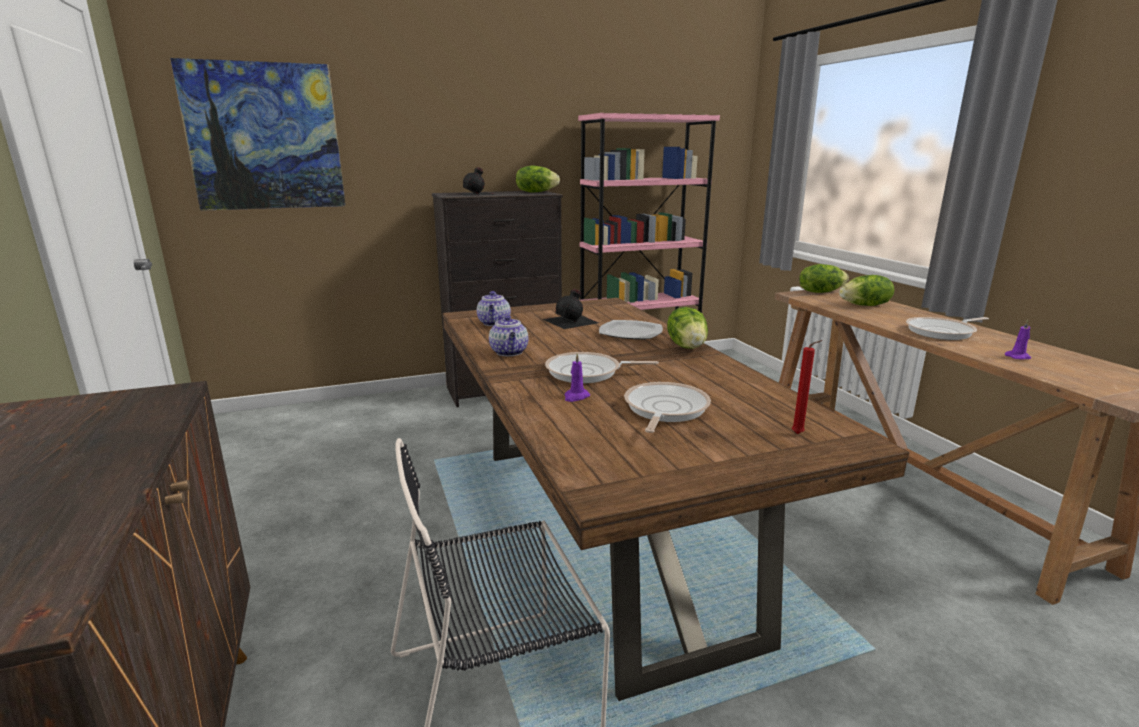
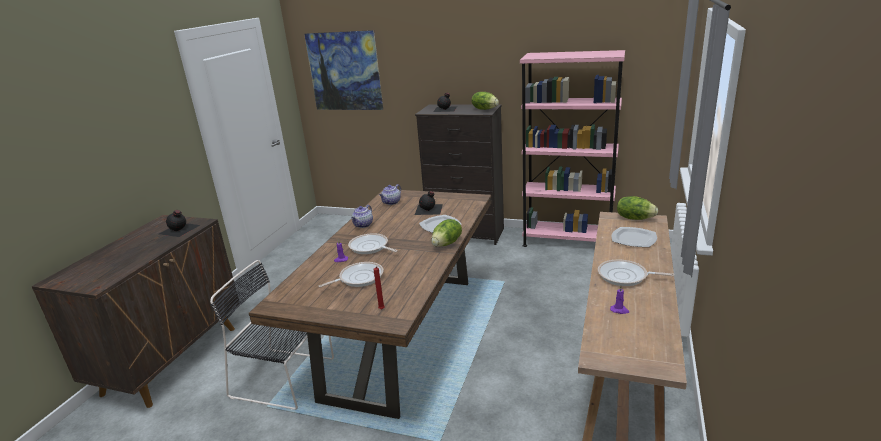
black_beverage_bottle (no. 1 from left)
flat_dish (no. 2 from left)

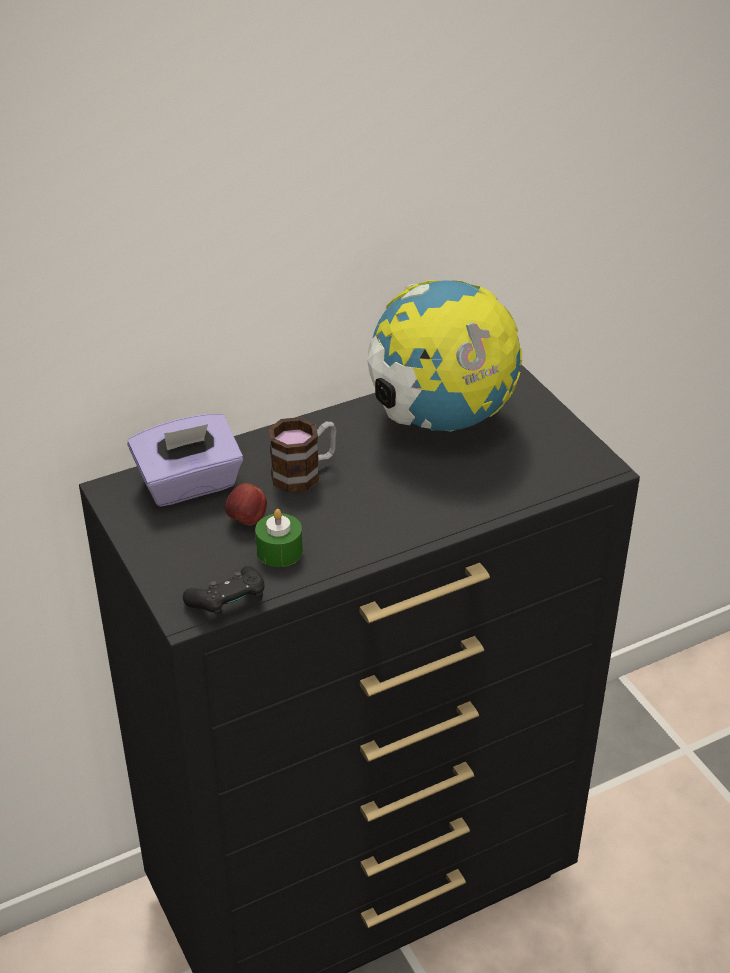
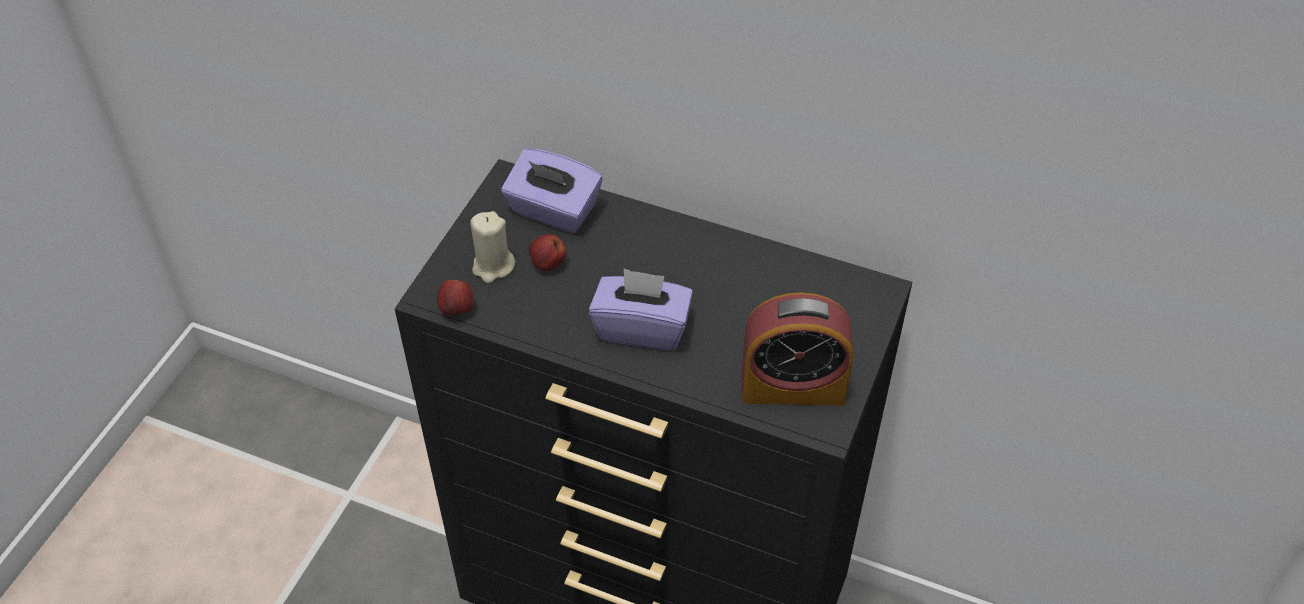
greenish_wax_candle
tea_mug
world_globe
sand-coloured_wax_candle
purple-coloured_tissue_holder (no. 2 from left)
alarm_clock
apple (no. 1 from left)

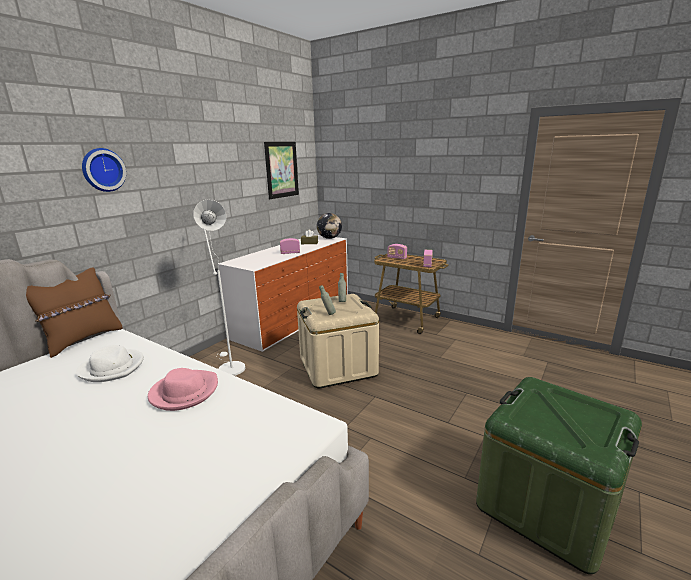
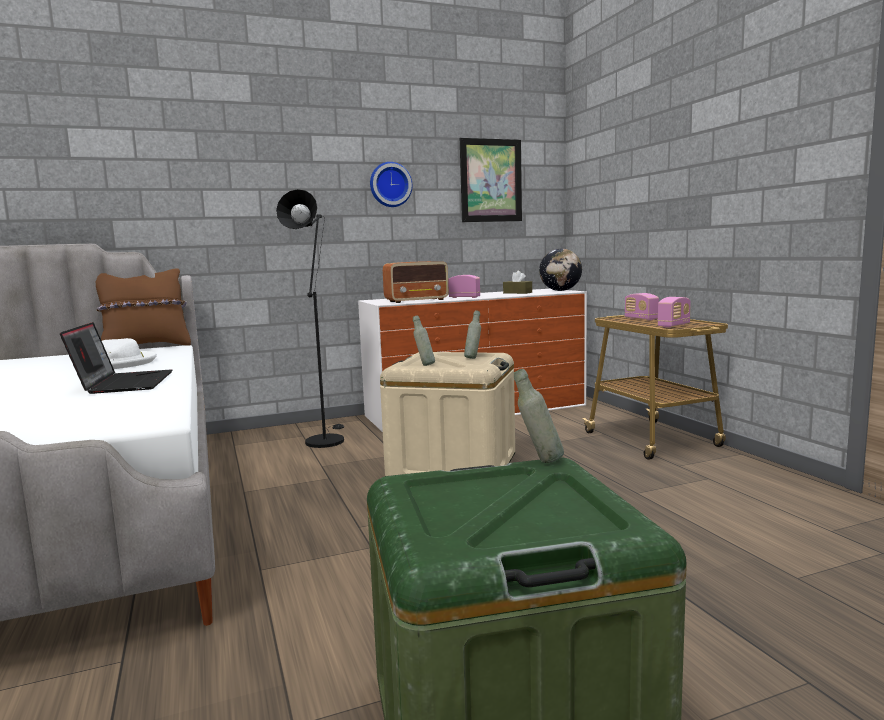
radio_receiver (no. 1 from left)
grey_beverage_bottle (no. 3 from left)
hanging_clock
laptop
black_floor_lamp

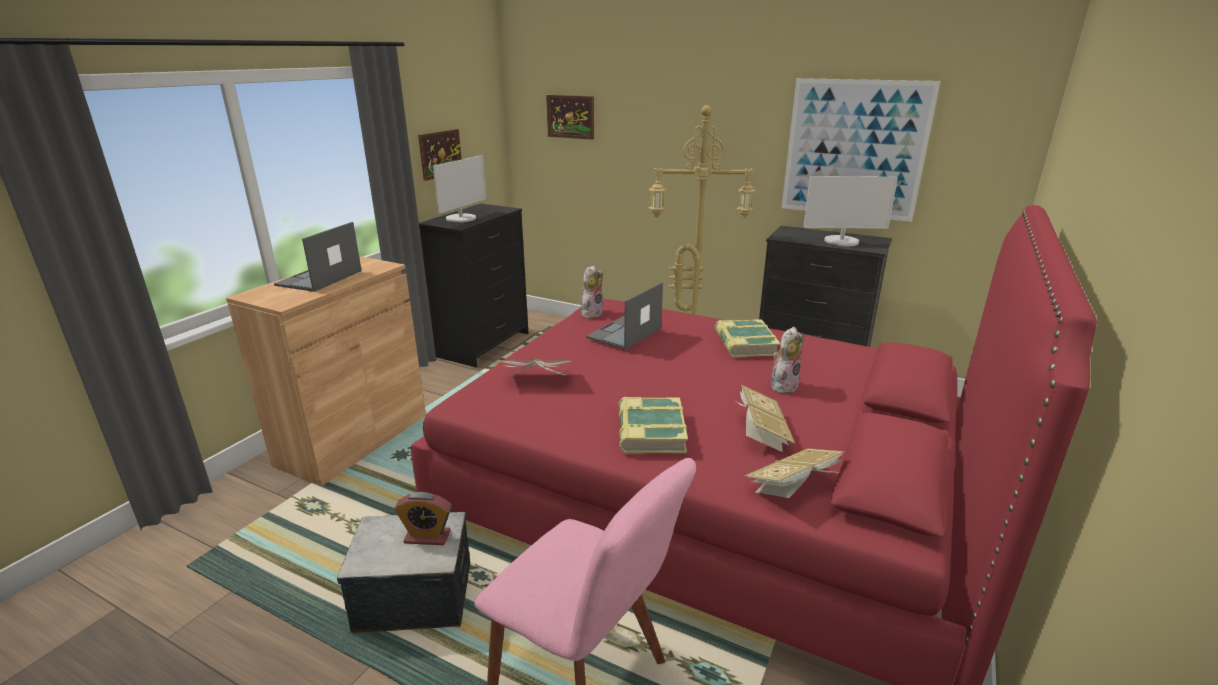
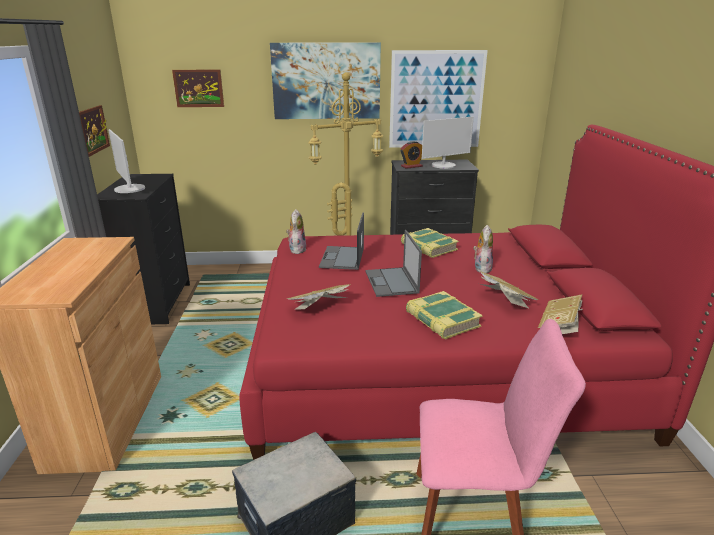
wall_art (no. 3 from left)
laptop (no. 2 from left)
alarm_clock
computer_screen (no. 1 from left)

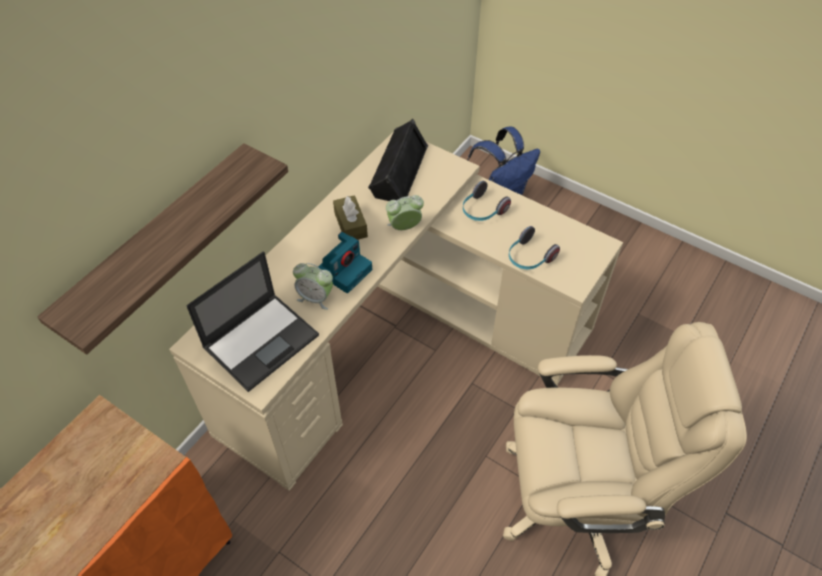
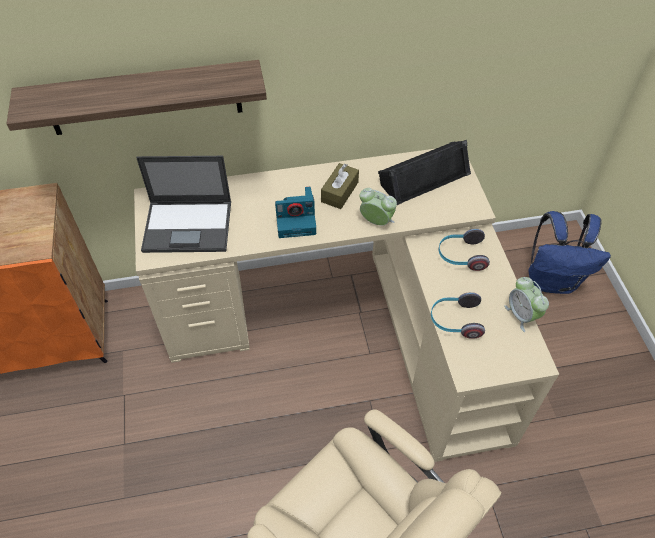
alarm_clock (no. 2 from left)

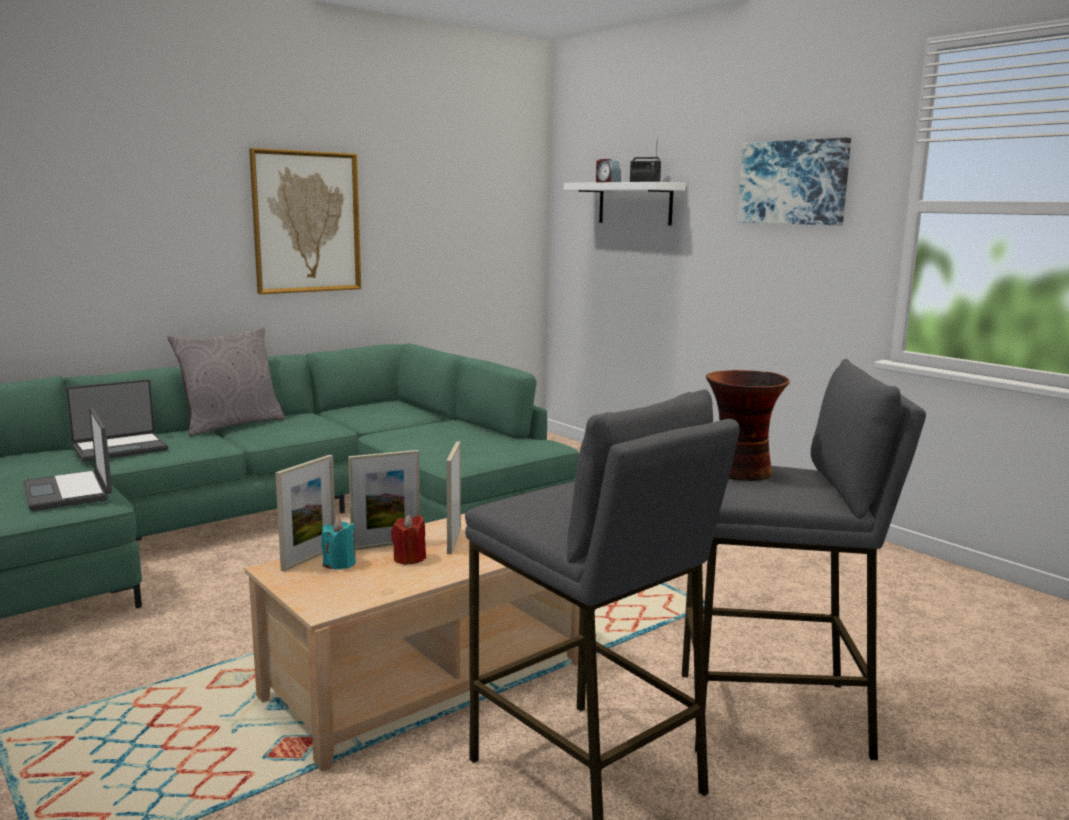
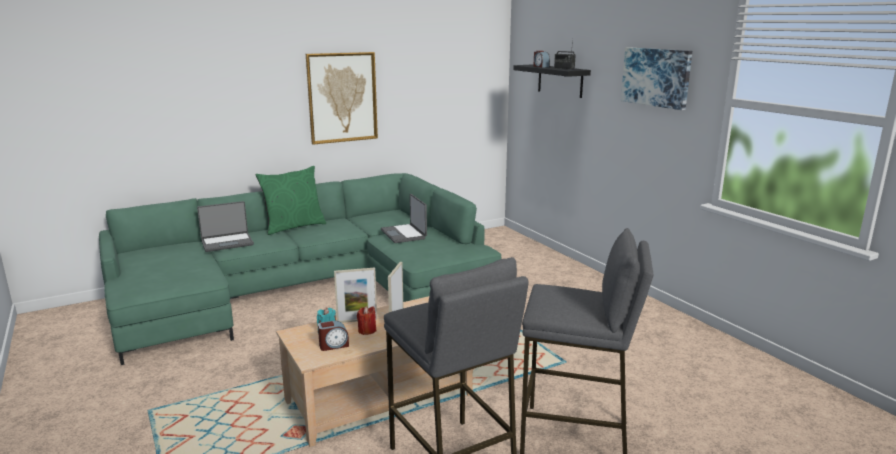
photo_frame (no. 1 from left in the first image)
flower_vase
alarm_clock (no. 1 from left)
laptop (no. 2 from left)
greenish_pillow
black_wall_shelf

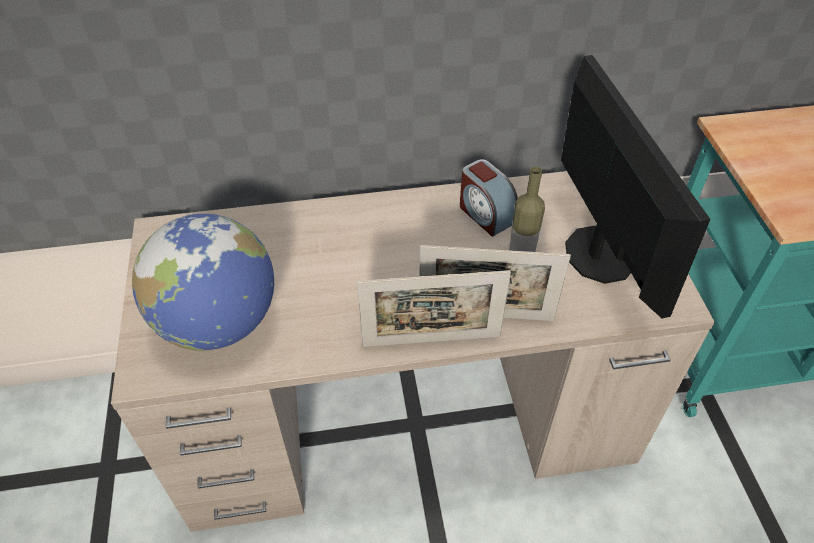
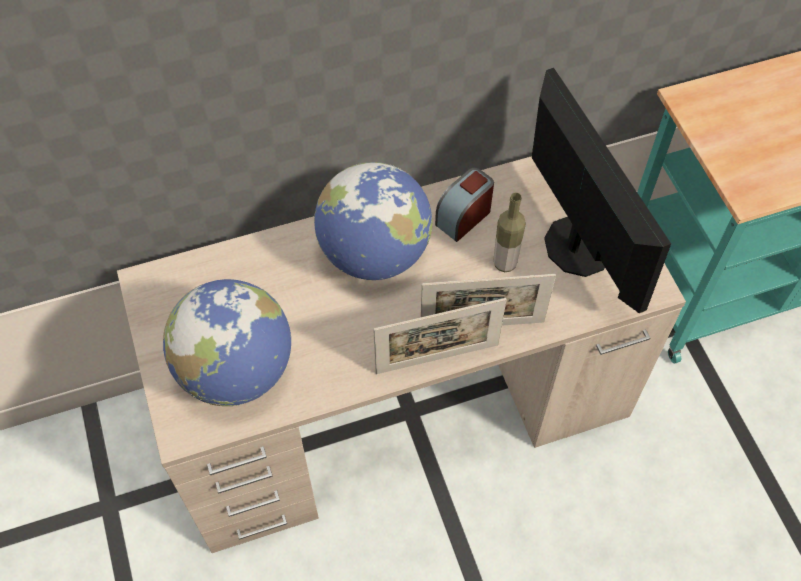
world_globe (no. 2 from left)
alarm_clock

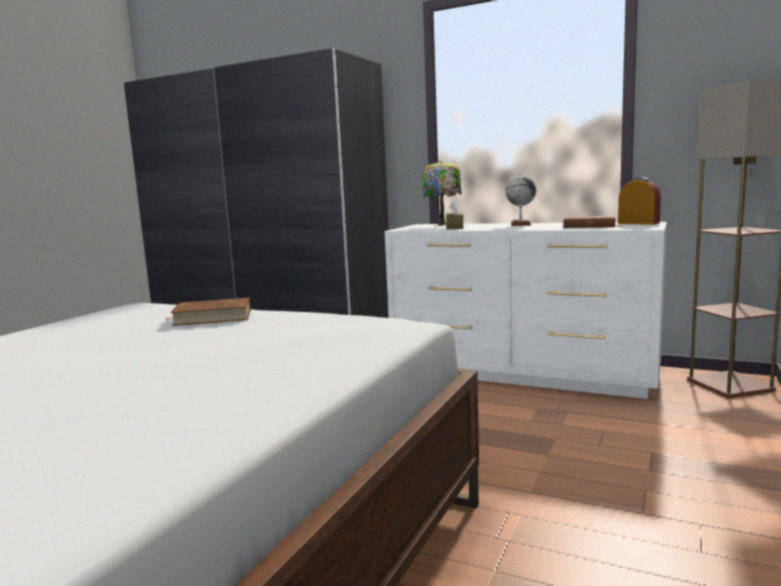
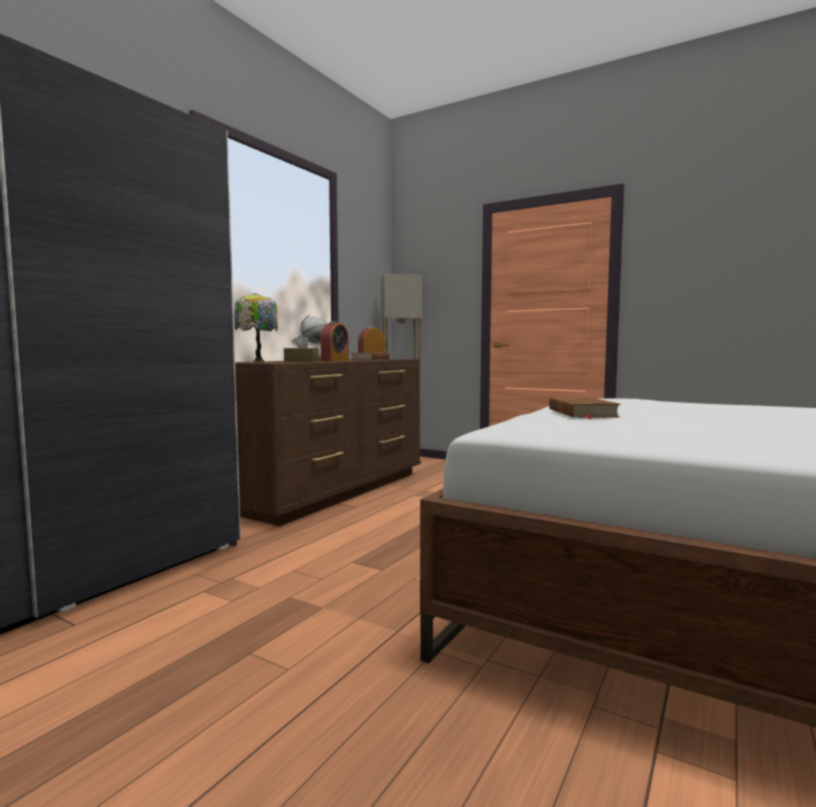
alarm_clock (no. 1 from left)
brown-coloured_drawer_chest

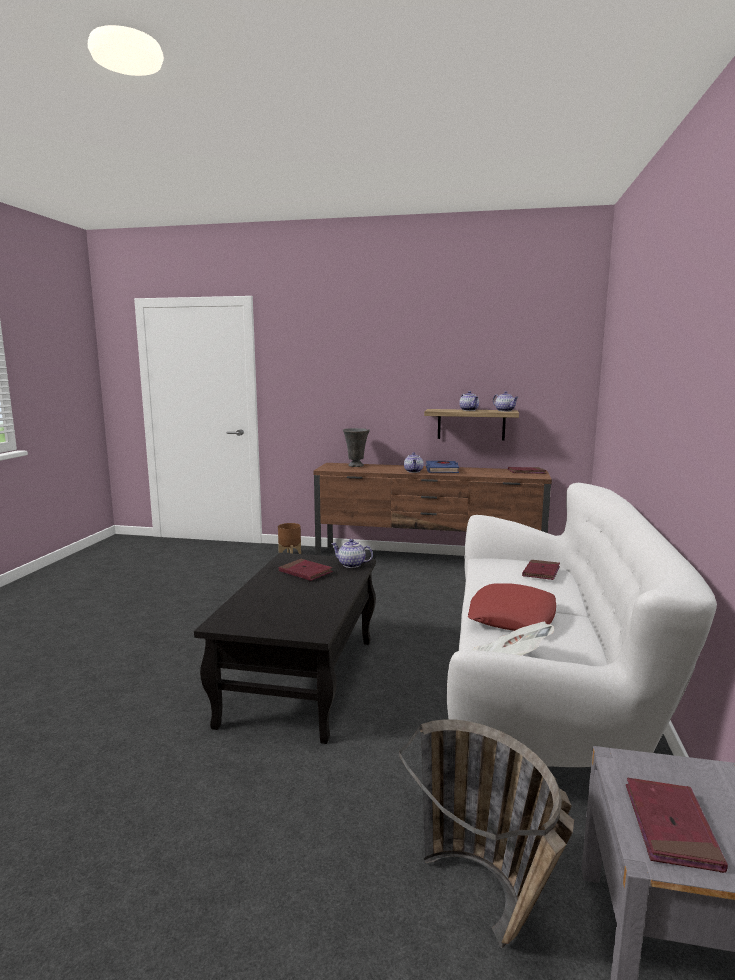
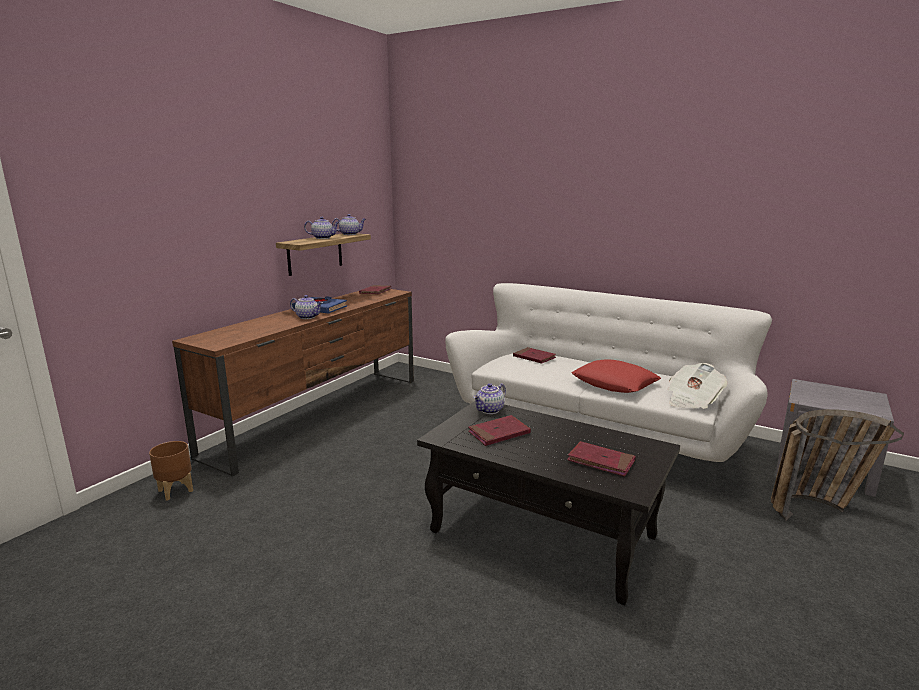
grey_flower_vase
red_book (no. 4 from left)

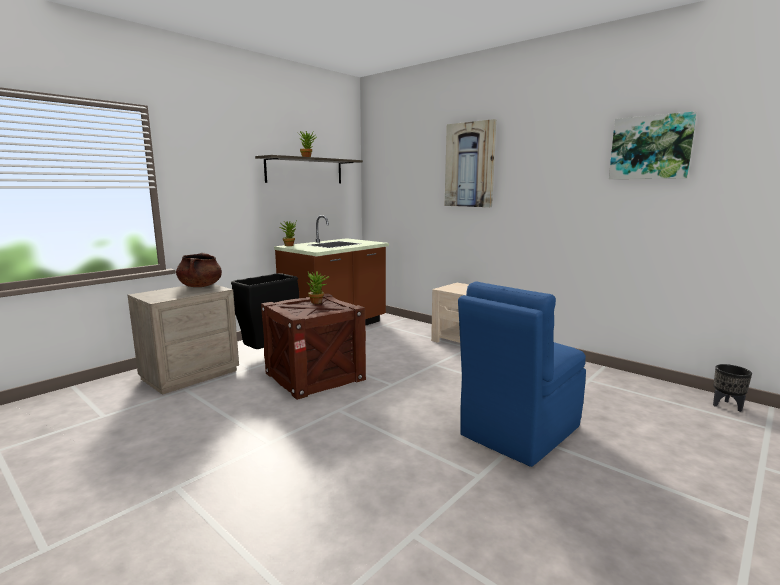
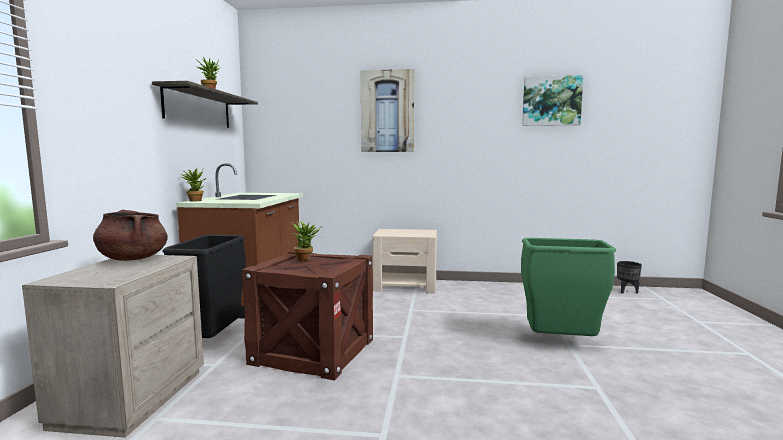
greenish_waste_bin

